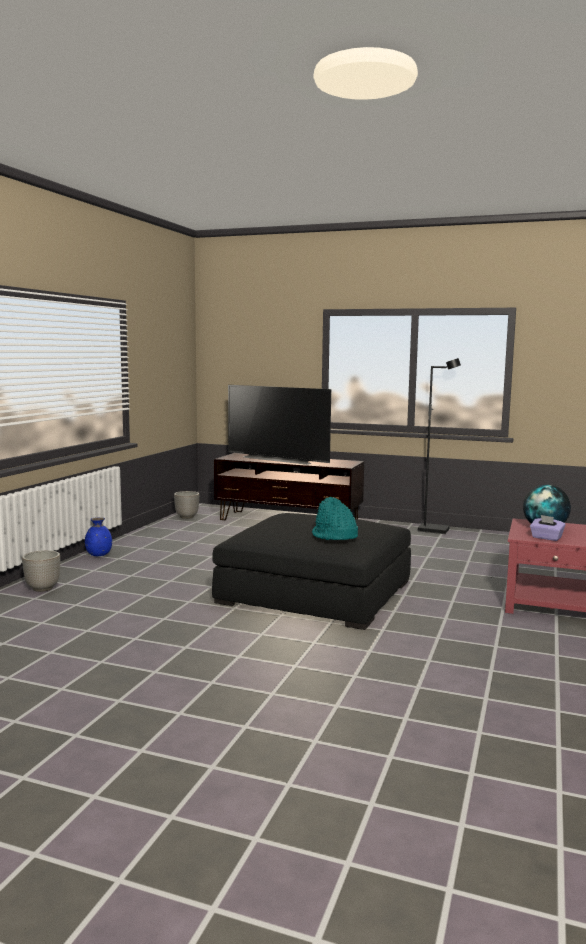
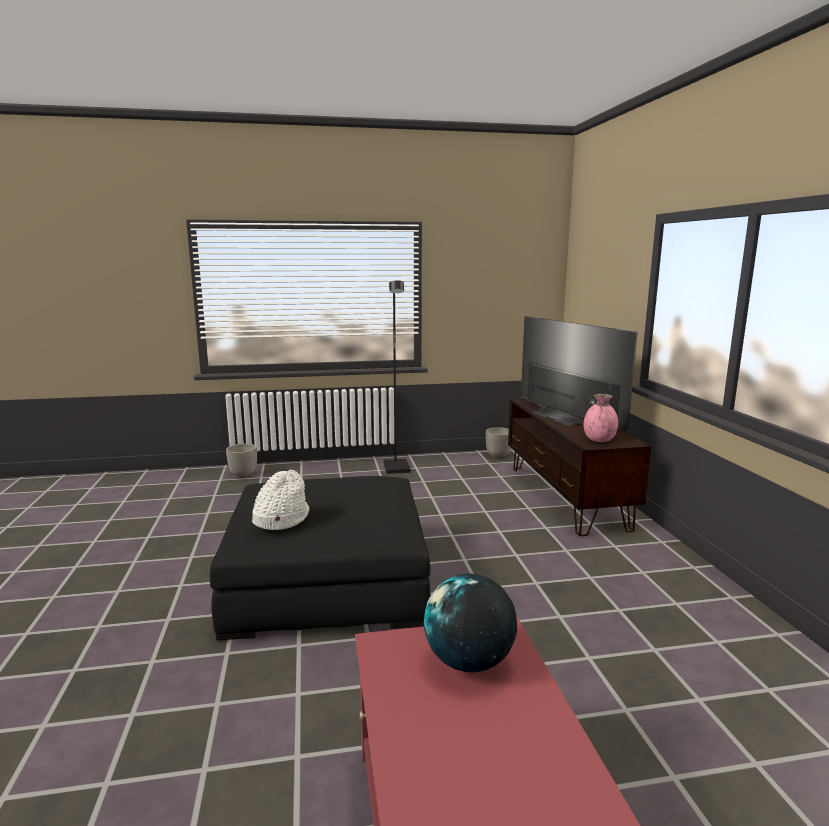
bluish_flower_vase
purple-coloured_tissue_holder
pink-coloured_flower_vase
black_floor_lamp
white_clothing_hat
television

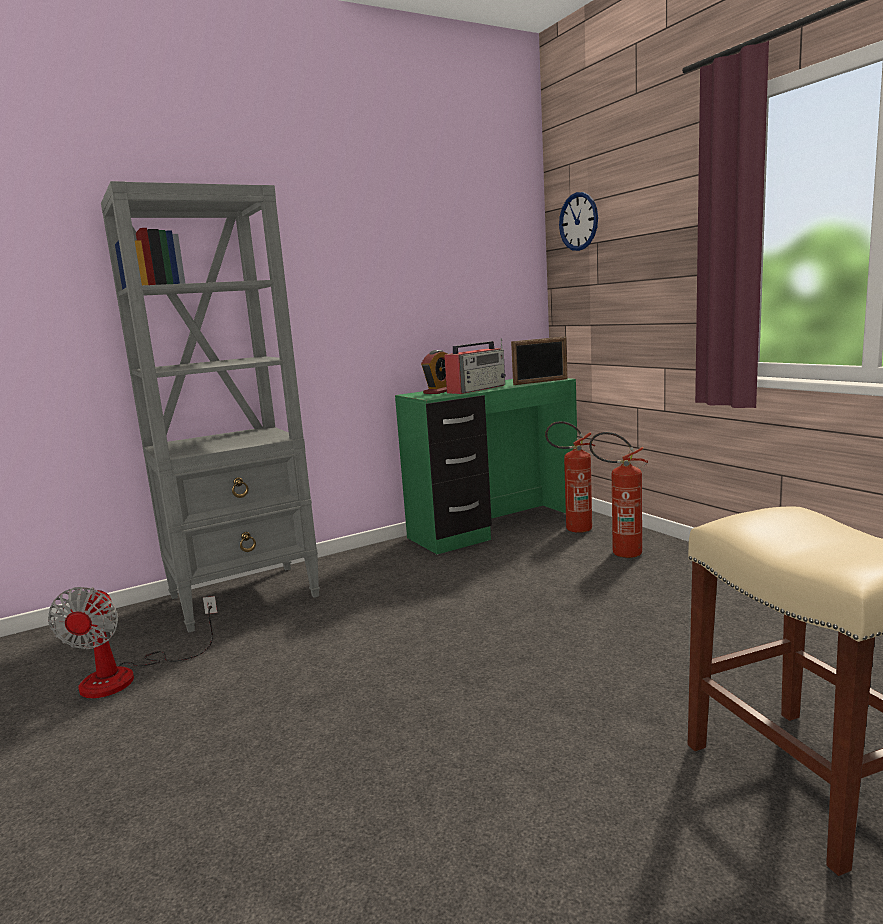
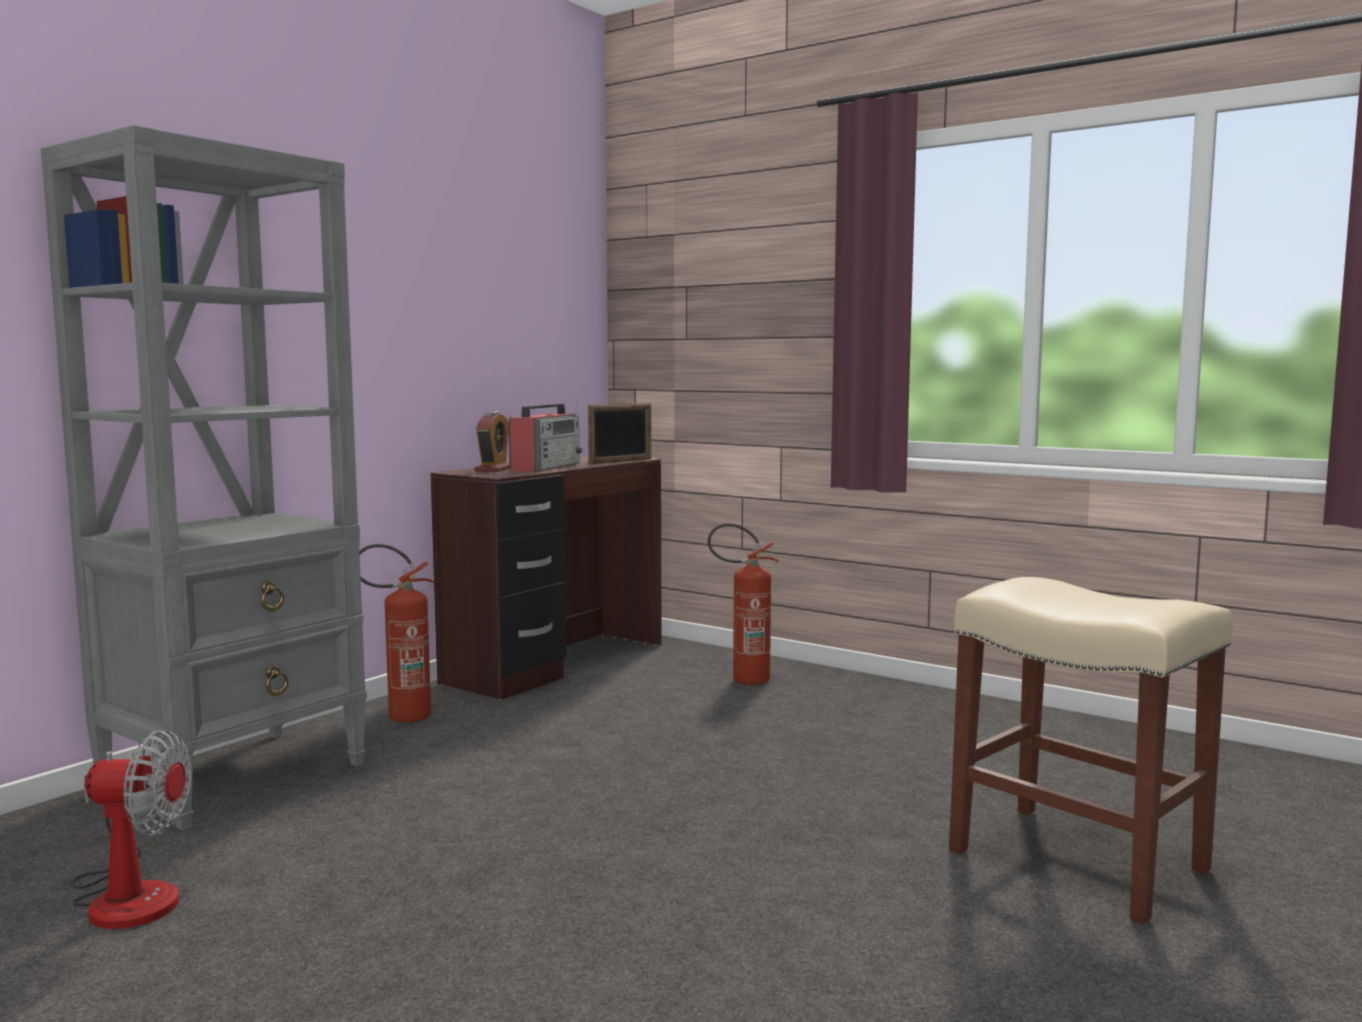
hanging_clock
fire_extinguisher (no. 1 from left)
brown-coloured_desk_table
fan

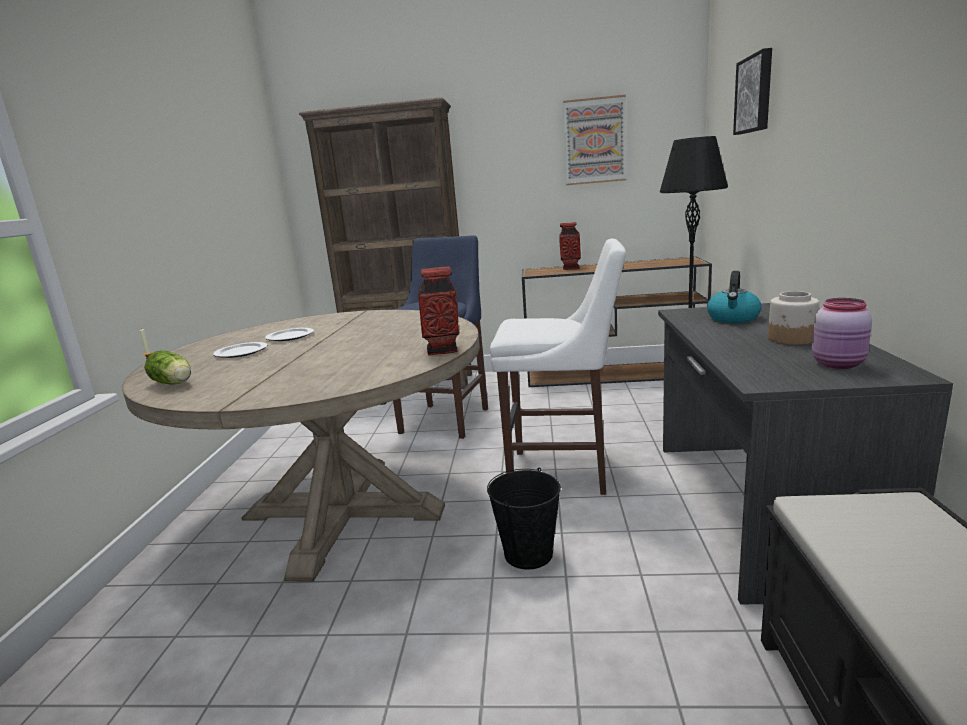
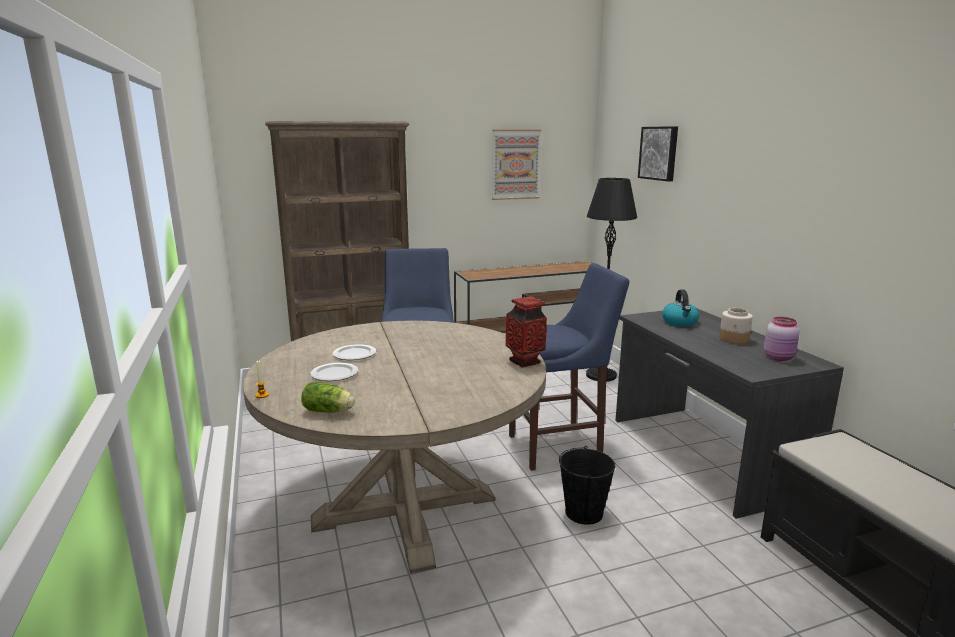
flower_vase (no. 2 from left in the first image)
bluish_stool (no. 2 from left)

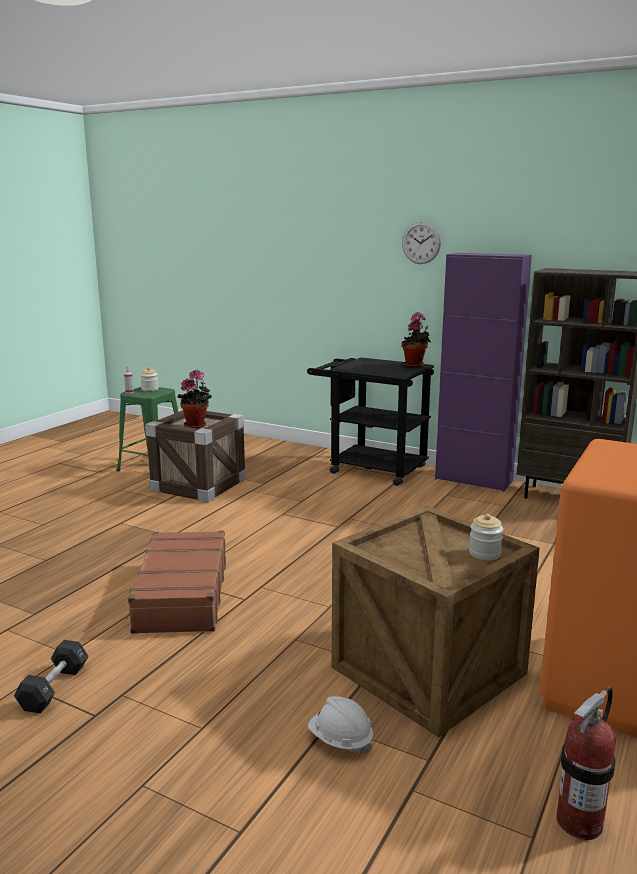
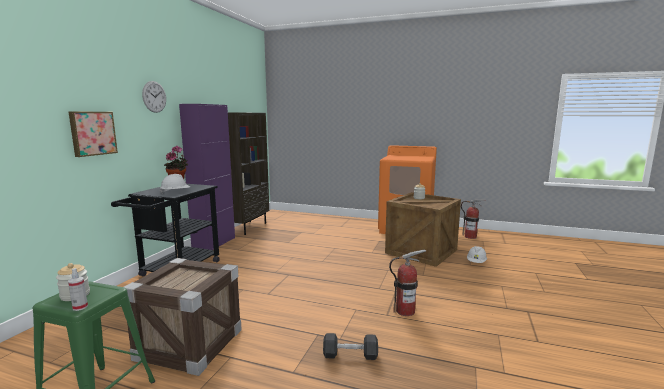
plant_in_a_pot (no. 1 from left in the first image)
wall_art
white_work_helmet (no. 1 from left)
black_dumbbell
fire_extinguisher (no. 1 from left)

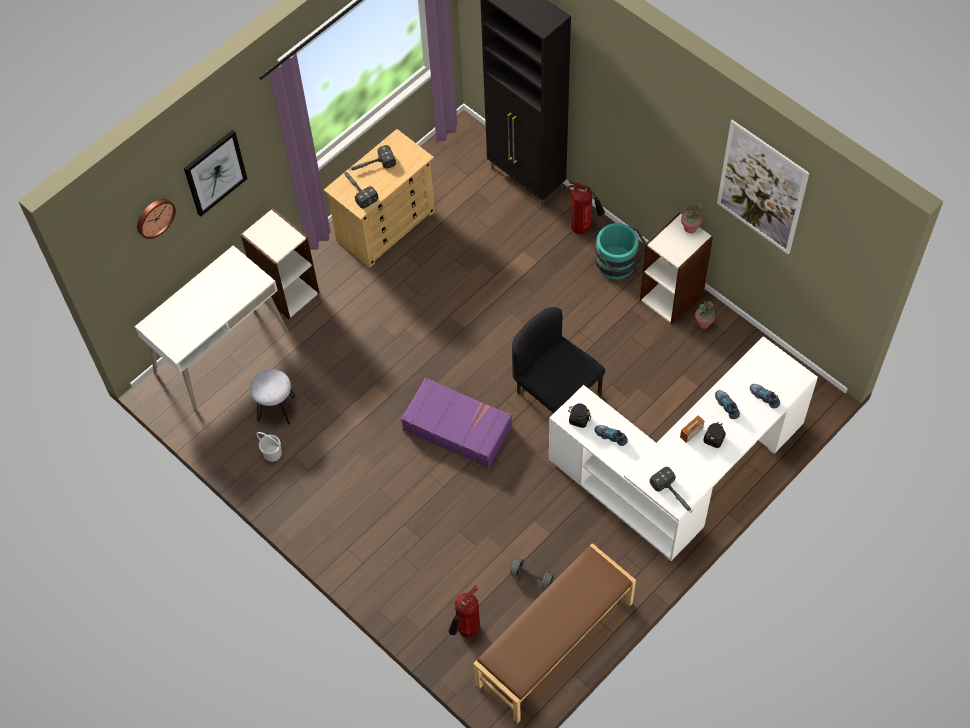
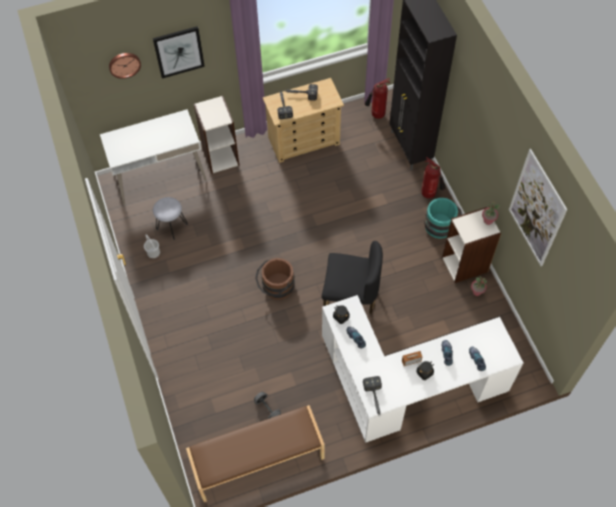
fire_extinguisher (no. 1 from left)
brown-coloured_pail
black_plain_chair

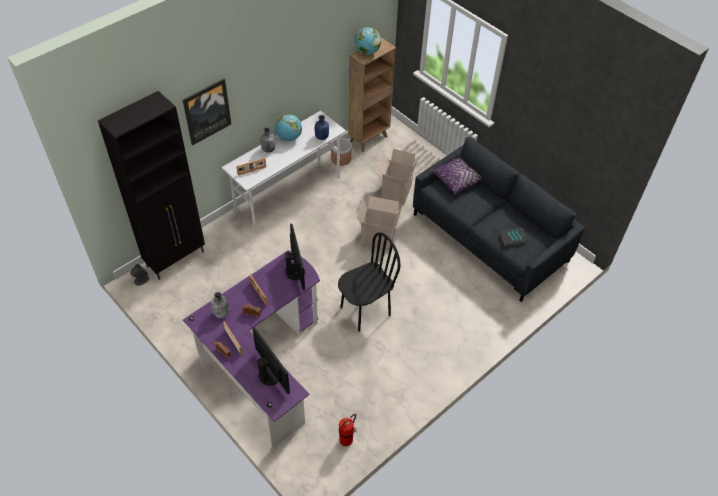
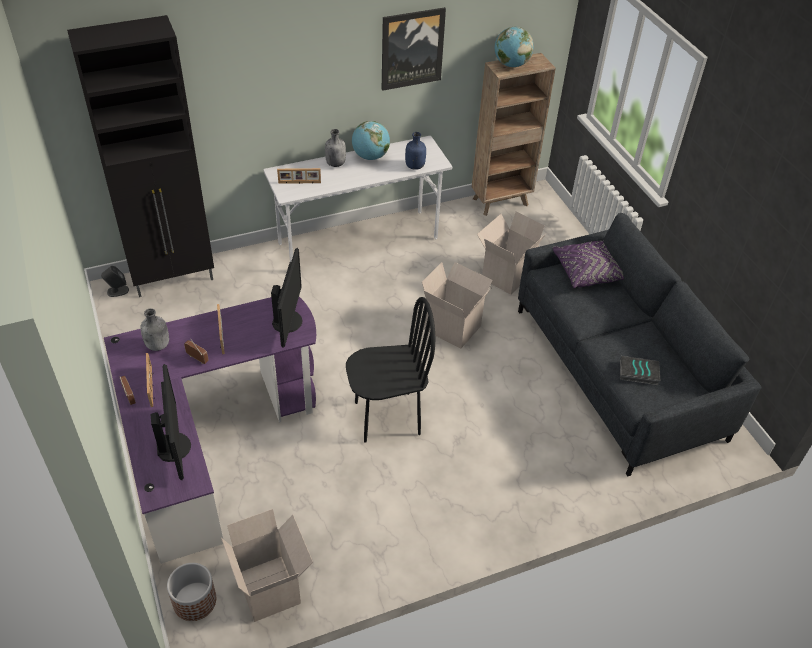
wall_art
plant_pot
packing_box (no. 1 from left)

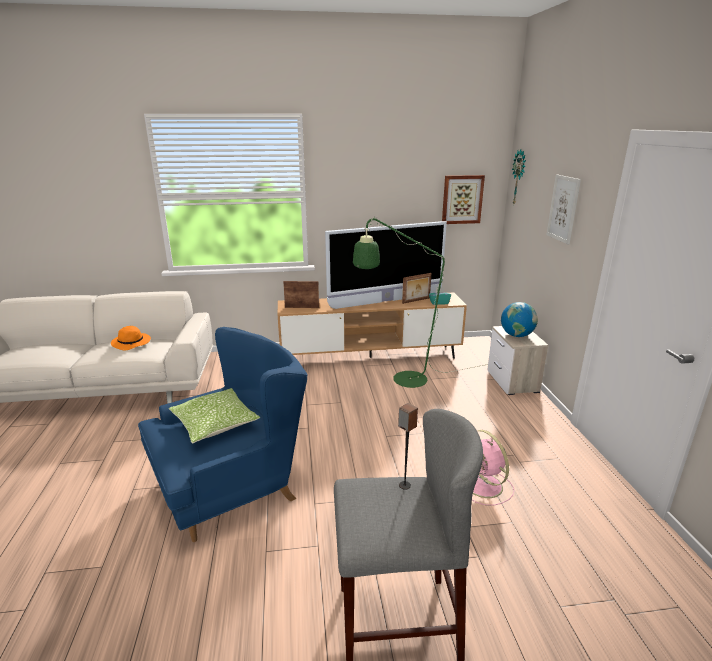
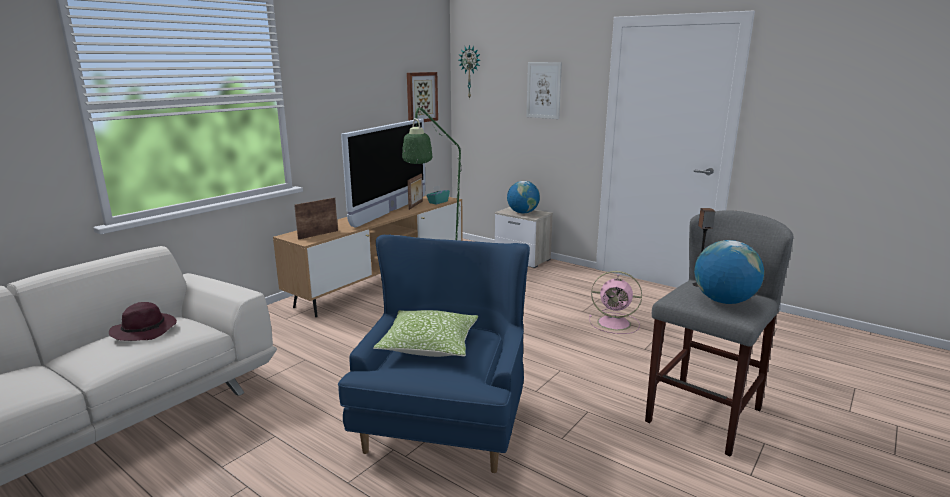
world_globe (no. 2 from left)
purple-coloured_clothing_hat

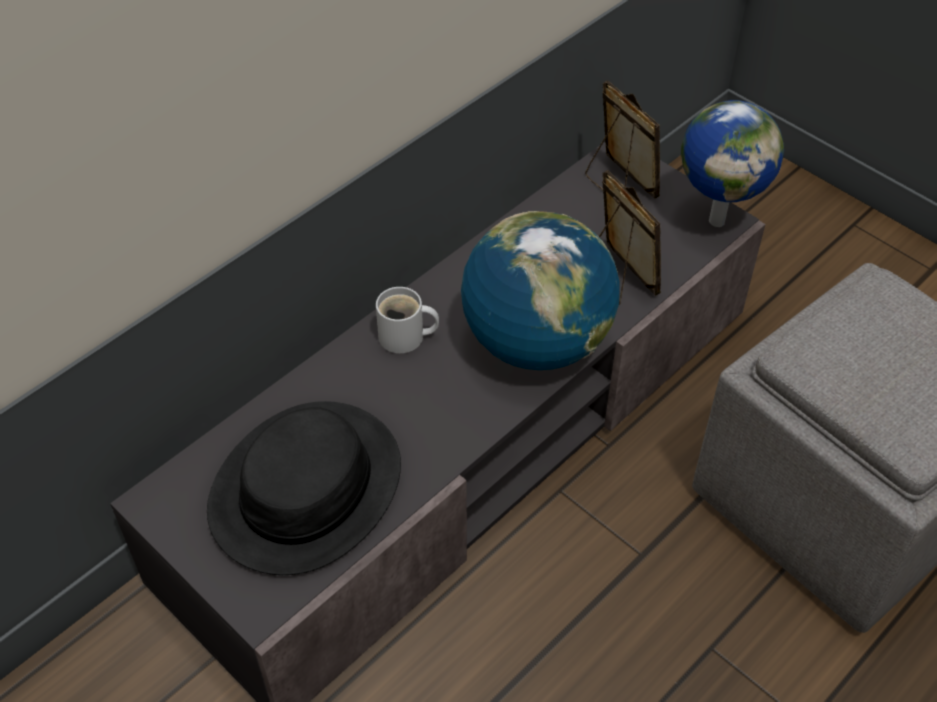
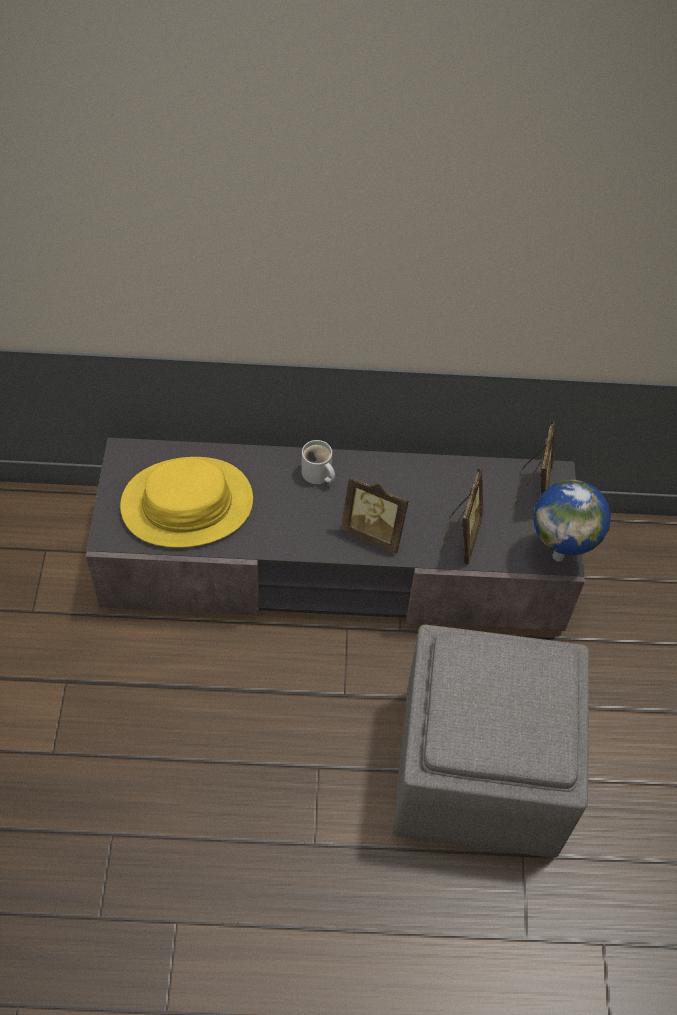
photo_frame (no. 1 from left)
yellow_clothing_hat

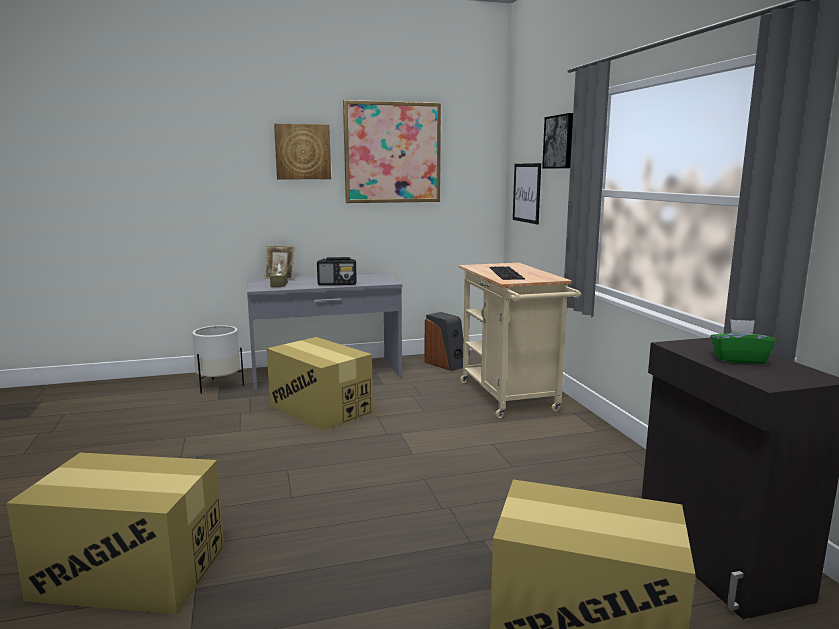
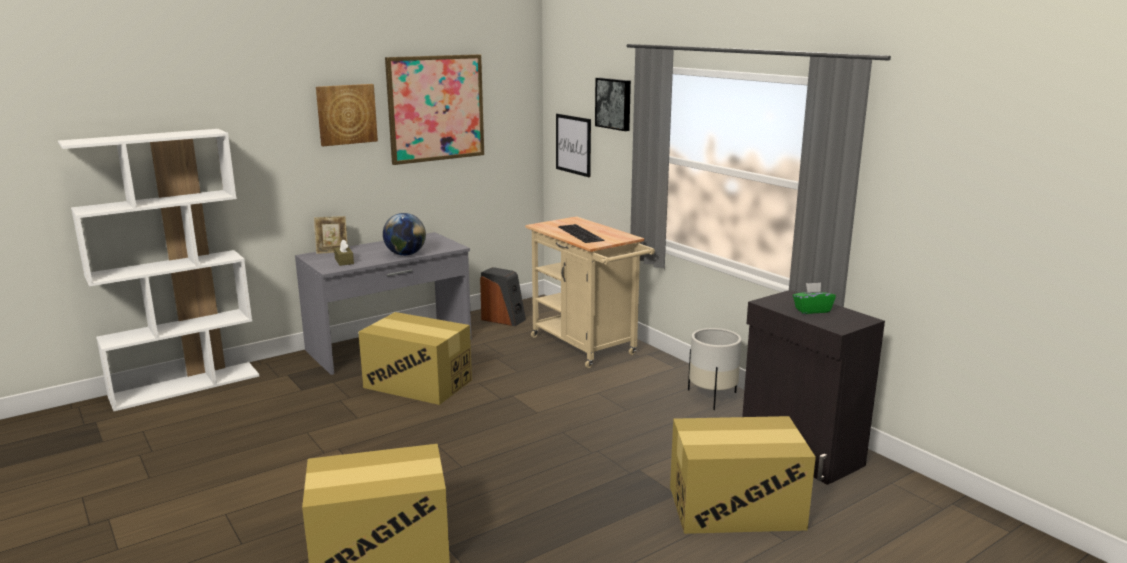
white_bookcase
white_plant_pot
world_globe

